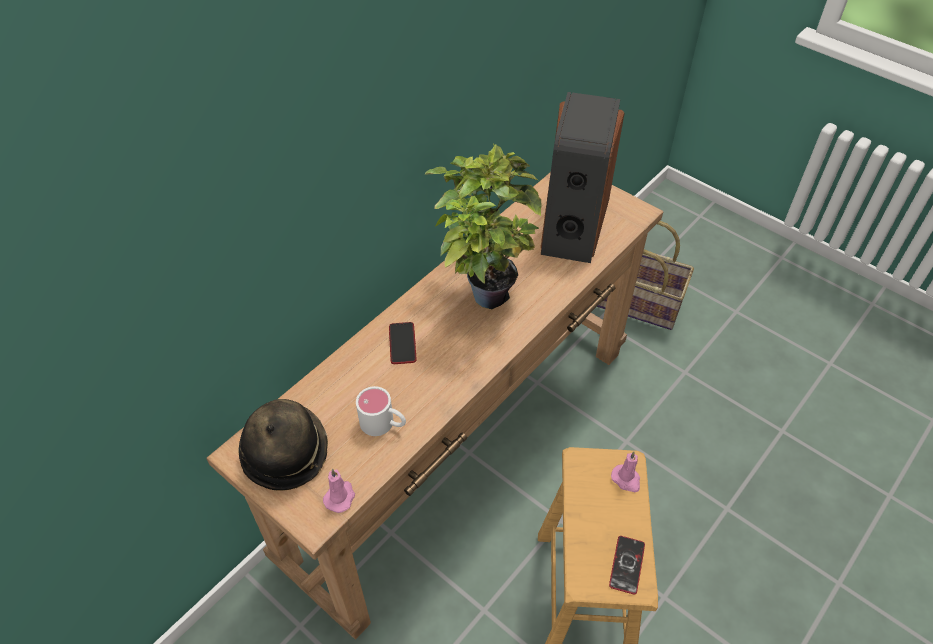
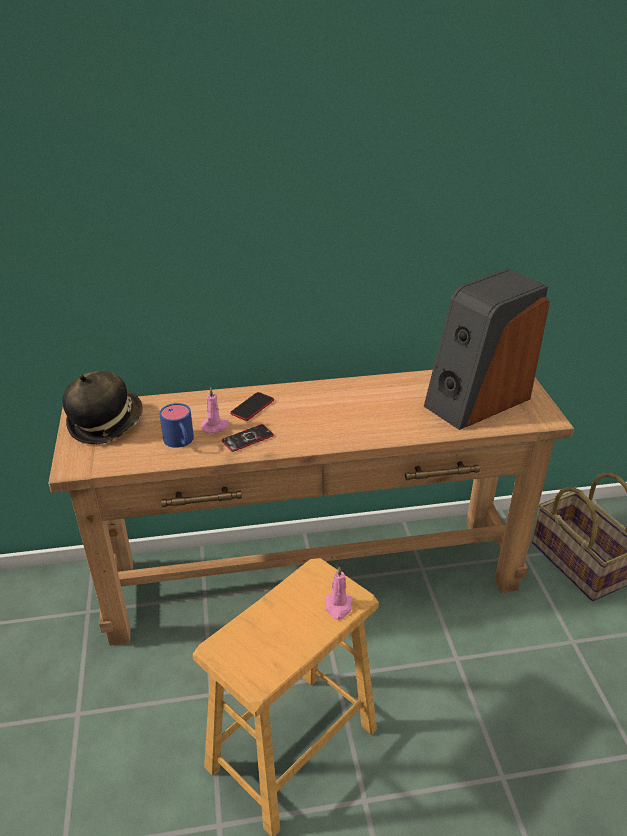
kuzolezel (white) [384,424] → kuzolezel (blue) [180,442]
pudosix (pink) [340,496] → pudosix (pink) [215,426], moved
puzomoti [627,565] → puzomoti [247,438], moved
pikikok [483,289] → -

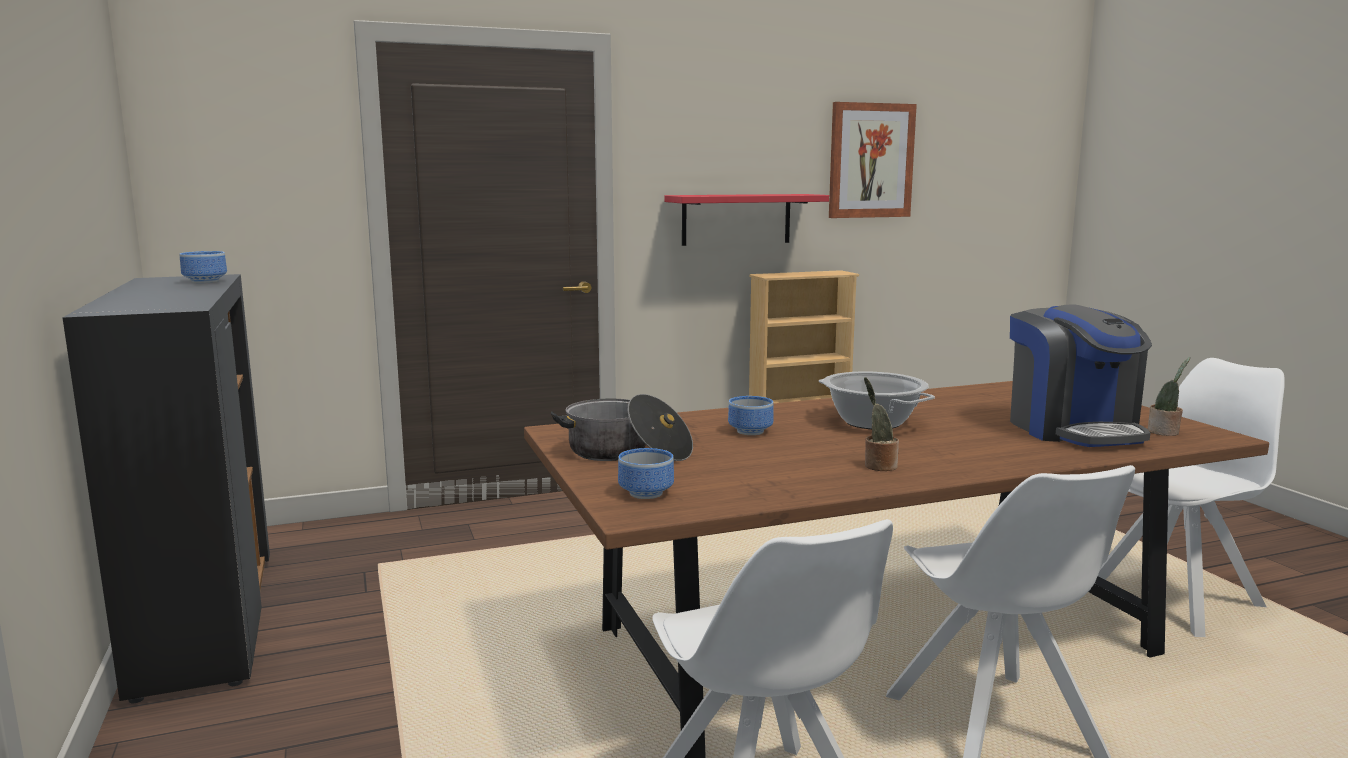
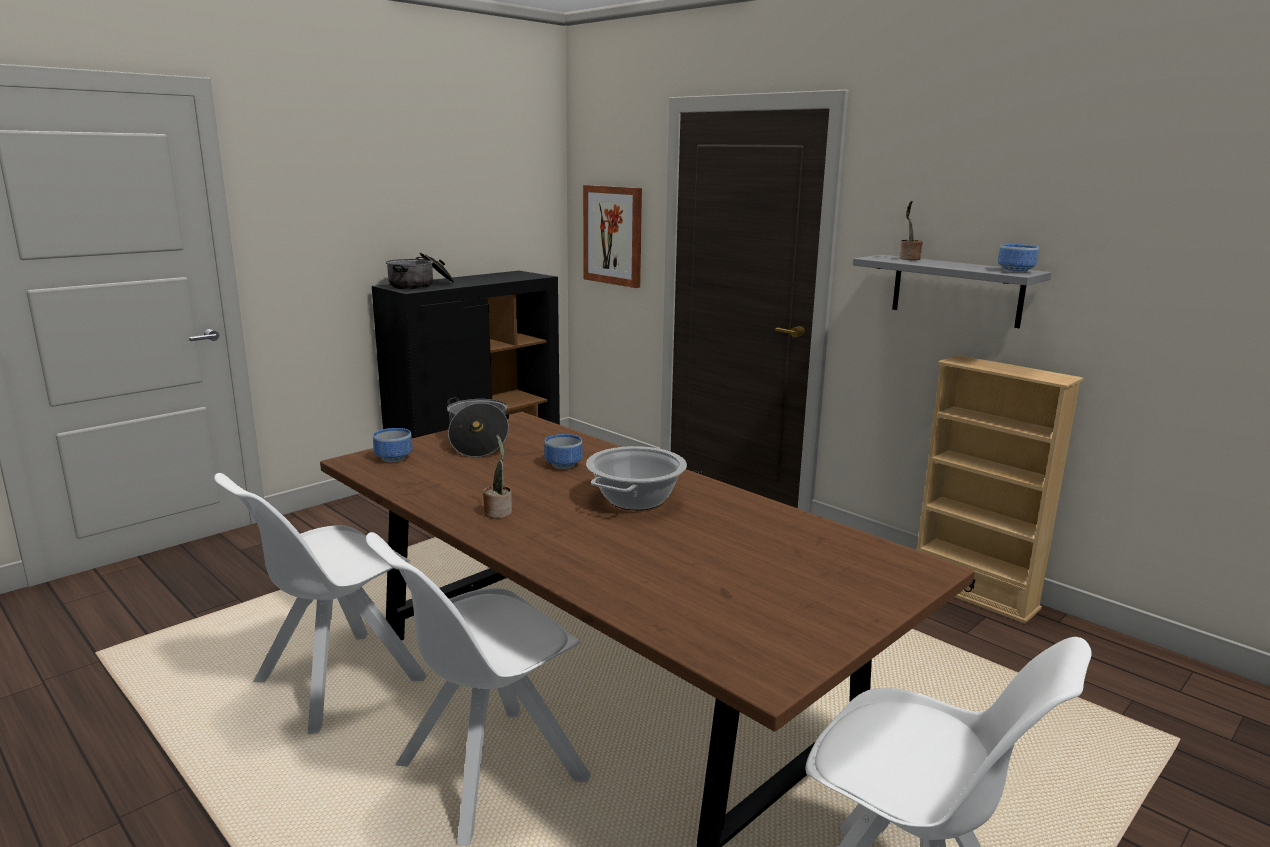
- → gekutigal [421,285]
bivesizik [870,161] → bivesizik [613,235], moved
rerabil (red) [736,219] → rerabil (grey) [956,290]
pikikok [1165,432] → pikikok [908,259], moved
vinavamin [205,281] → vinavamin [1016,271], moved
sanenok [1073,429] → -

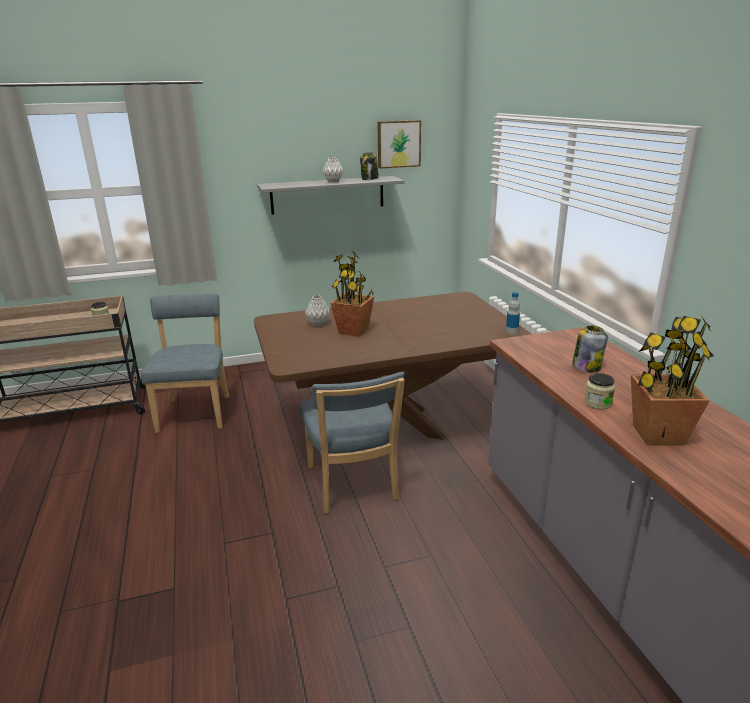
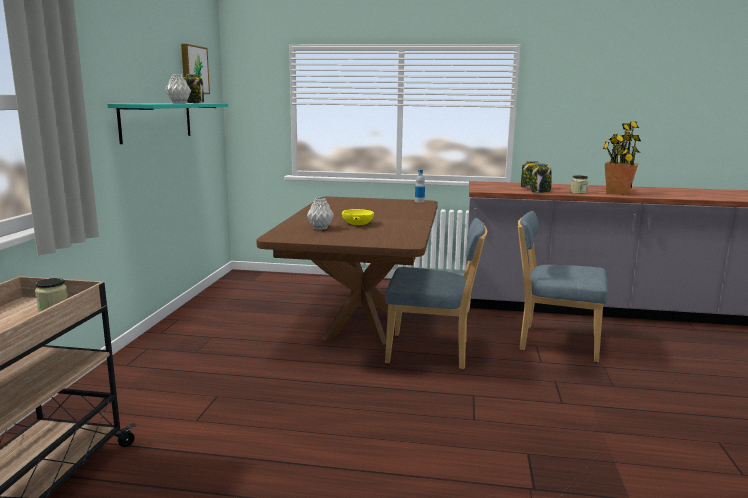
rerabil (grey) [327,195] → rerabil (turquoise) [157,121]
pikikok [354,331] → vinavamin (yellow) [357,223]
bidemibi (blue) [196,412] → bidemibi (blue) [554,342], moved
- → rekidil [540,192]

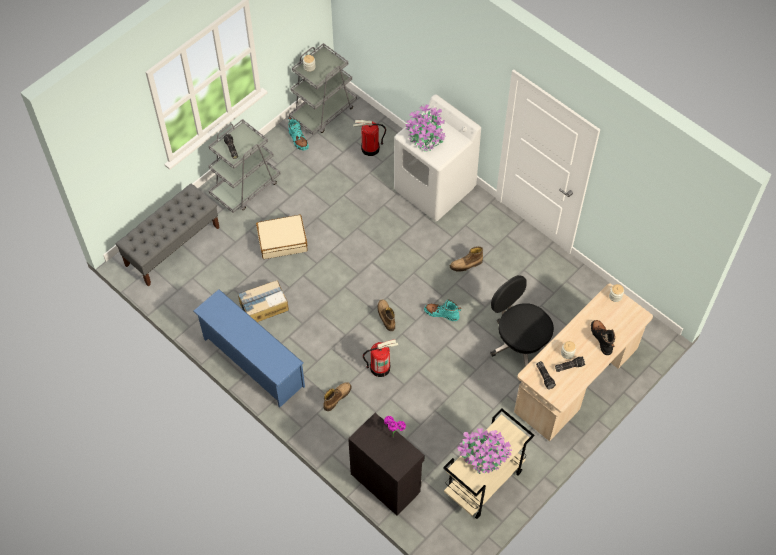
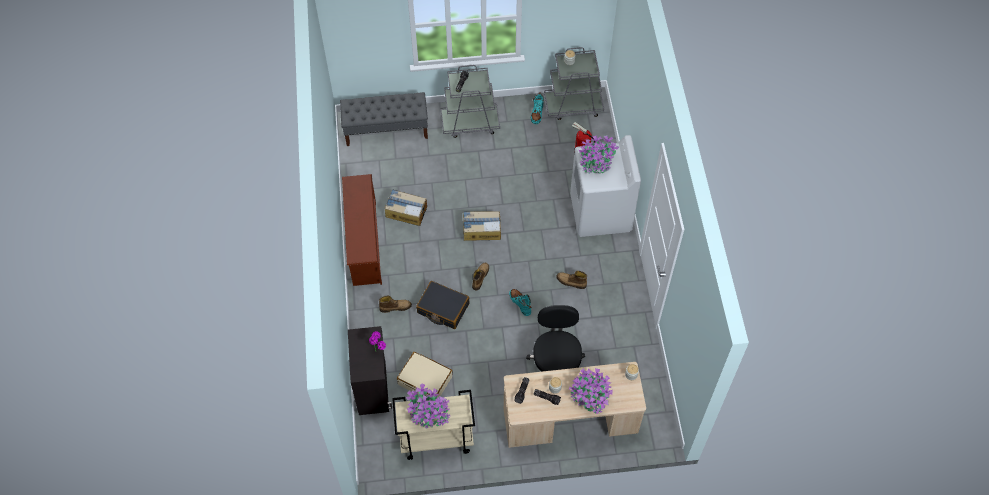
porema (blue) [252,362] → porema (brown) [363,243]
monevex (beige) [282,241] → monevex (beige) [425,380], moved
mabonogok [380,367] → monevex (black) [443,308]
- → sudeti [481,229]
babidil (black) [601,339] → pikikok [590,396]

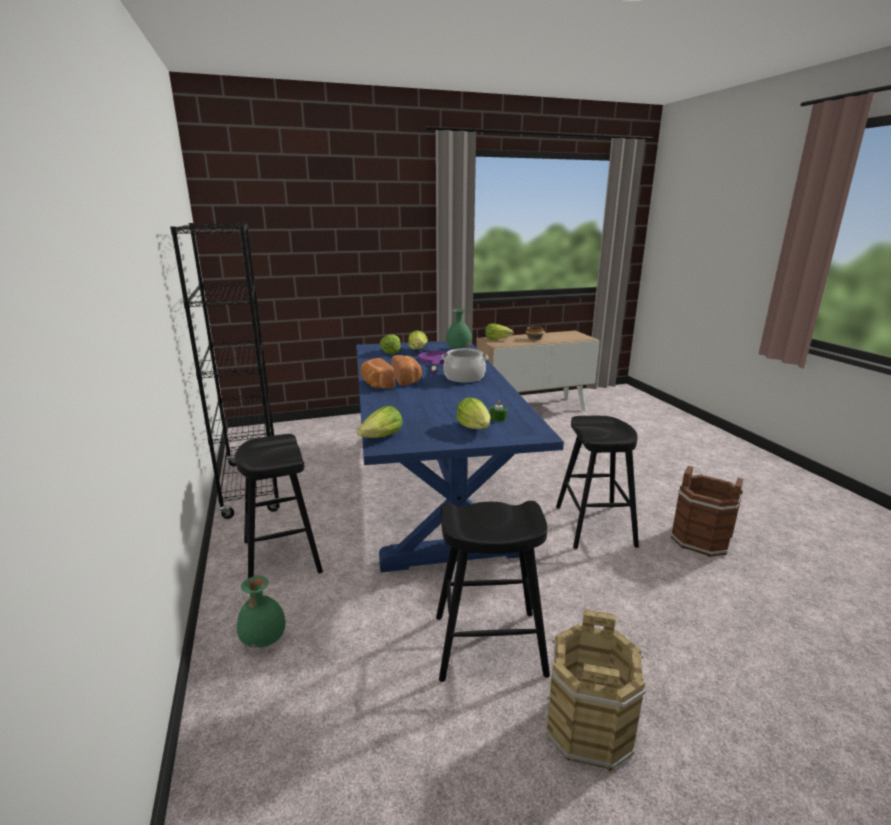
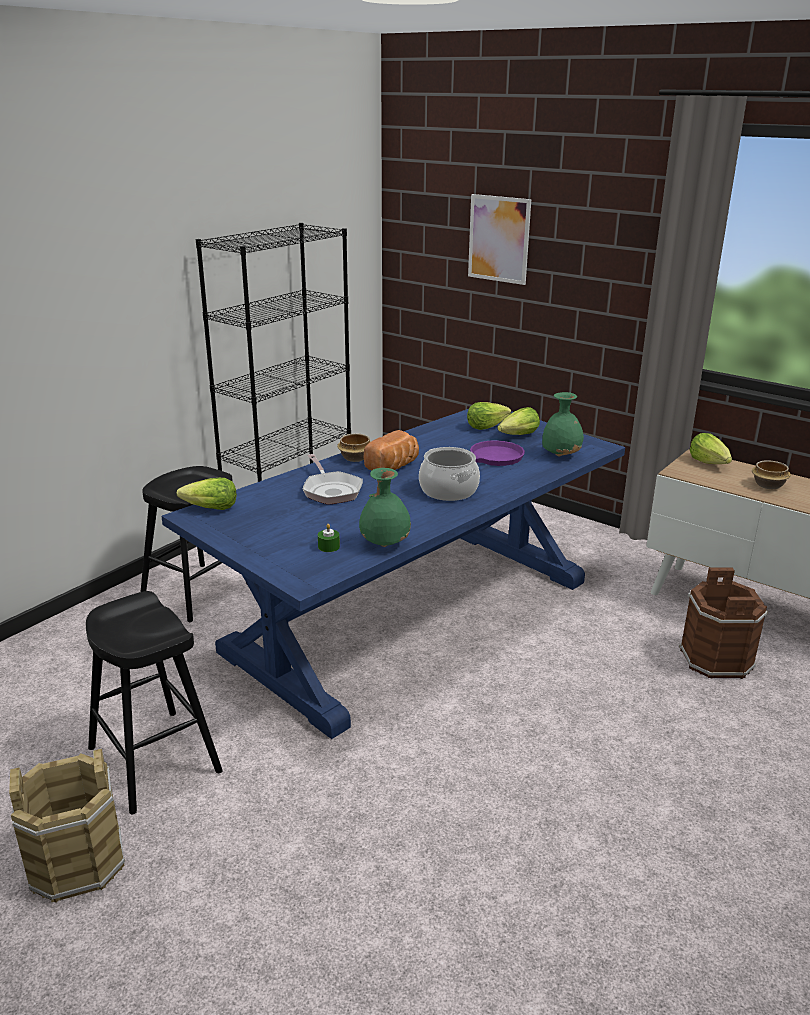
- → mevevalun [331,490]
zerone [376,384] → vinavamin [356,458]
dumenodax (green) [263,640] → dumenodax (green) [384,544], moved
- → bivesizik [499,239]
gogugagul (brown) [700,539] → gogugagul (brown) [715,659], moved
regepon [475,427] → -
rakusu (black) [594,526] → -

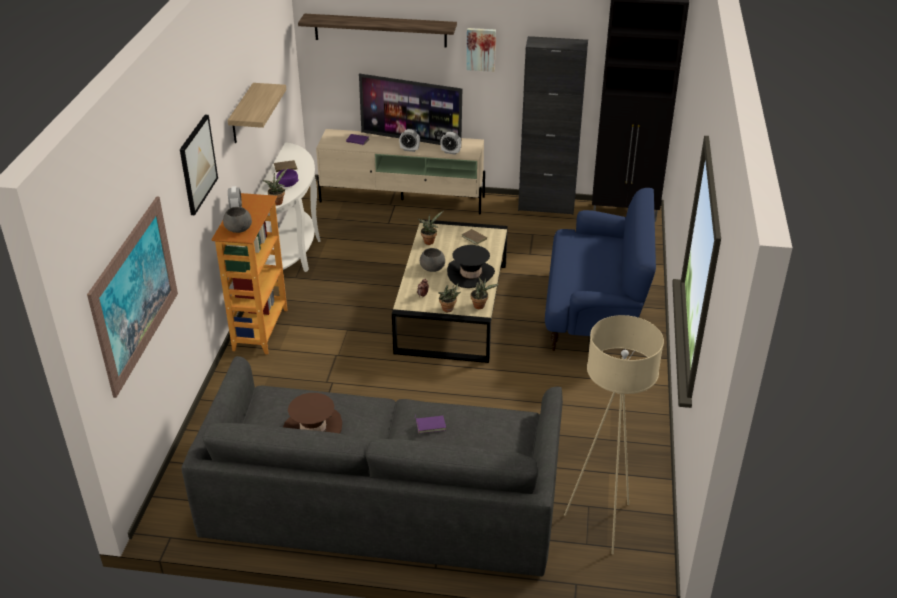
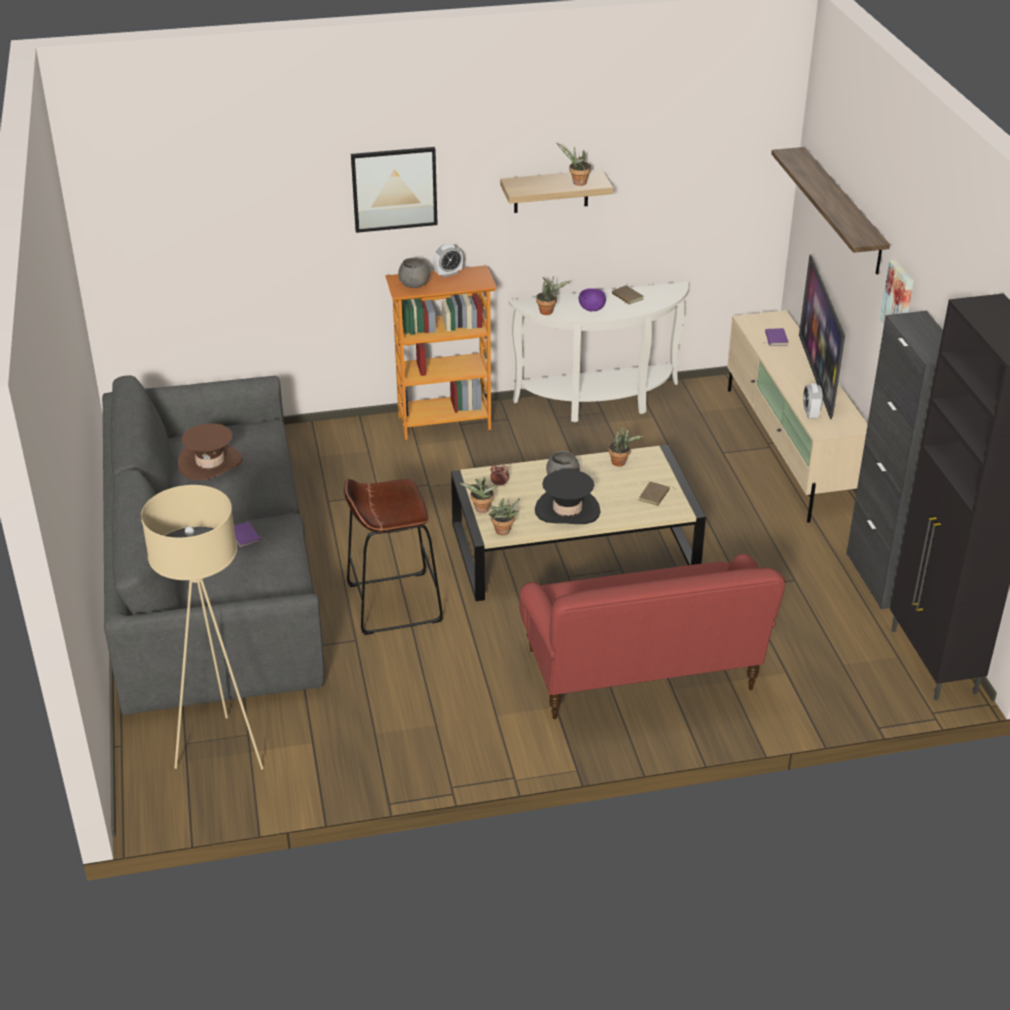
- → rakusu (brown) [394,603]
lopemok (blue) [594,312] → lopemok (red) [641,673]
- → pikikok [577,183]
bivesizik [135,293] → -
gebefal [409,149] → -

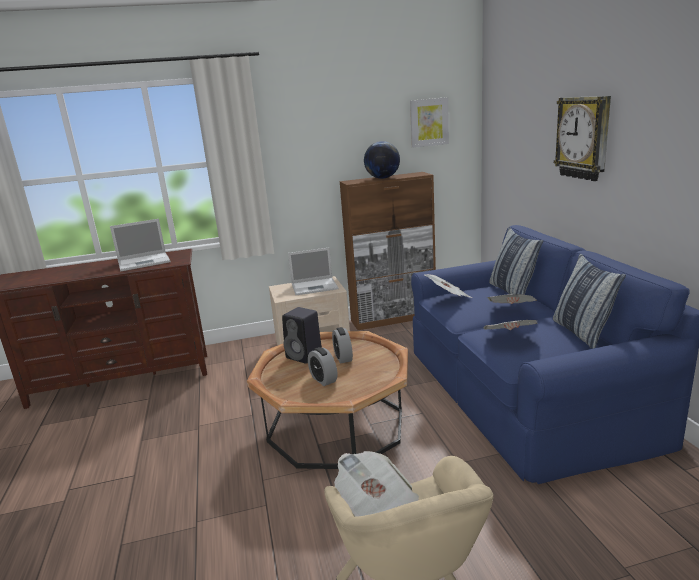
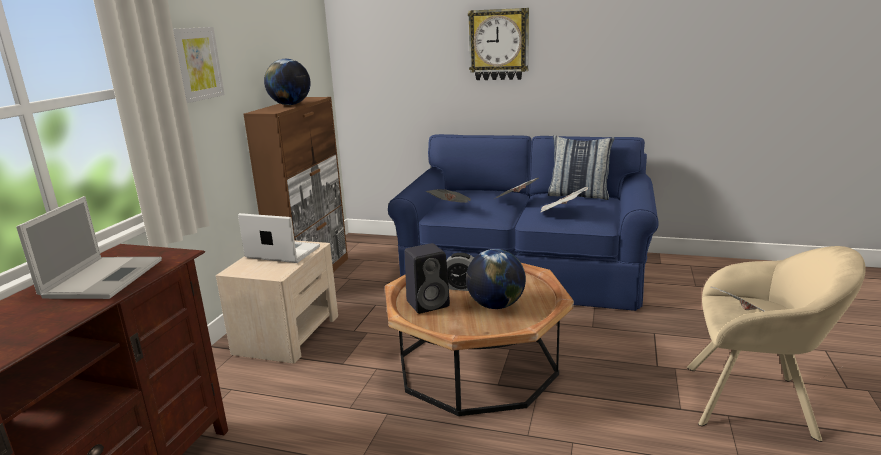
bivesizik [429,122] → bivesizik [196,64], moved
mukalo [315,286] → mukalo [282,252], 90 degrees counterclockwise
gebefal [323,379] → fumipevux [496,305]
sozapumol [512,291] → -

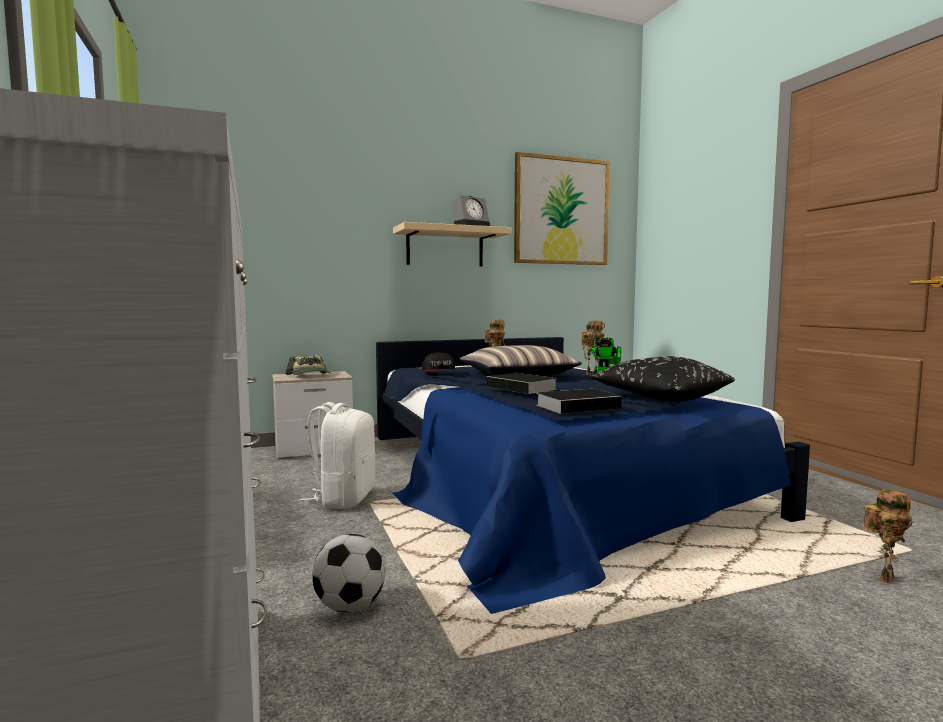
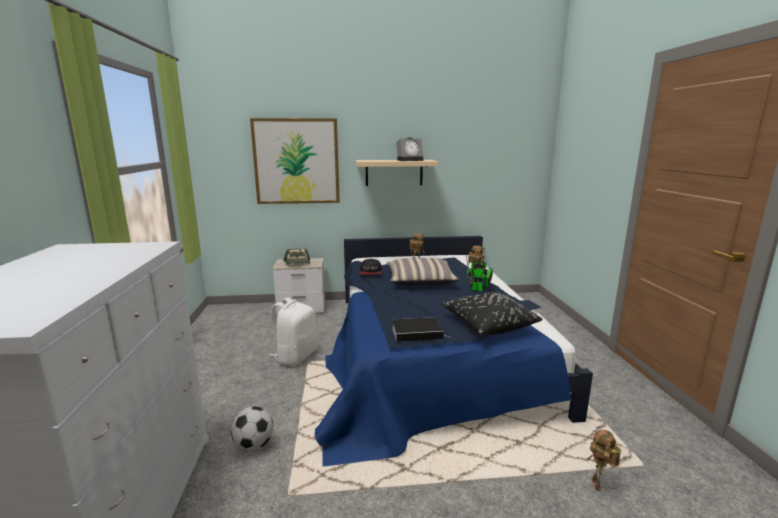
bivesizik [561,211] → bivesizik [296,161], moved
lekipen [884,578] → lekipen [598,486], 120 degrees clockwise
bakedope [523,388] → -

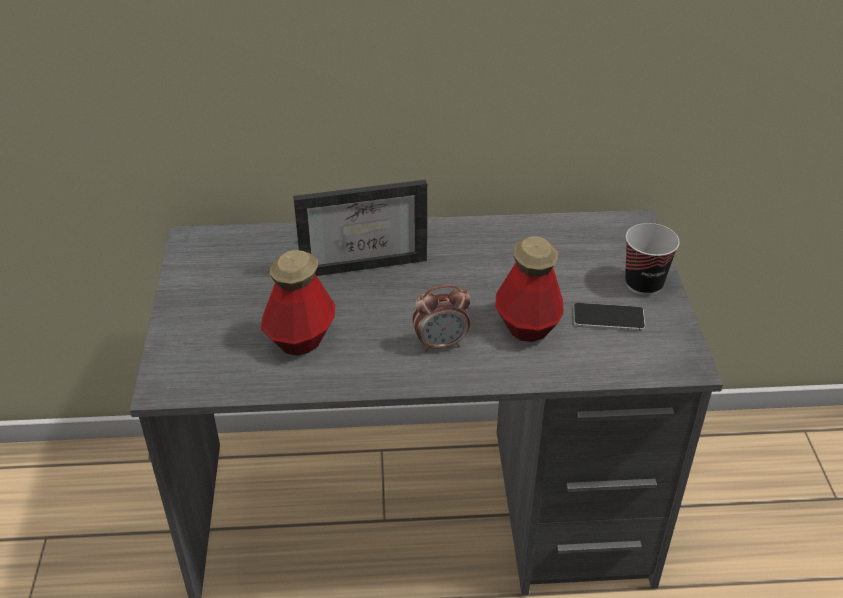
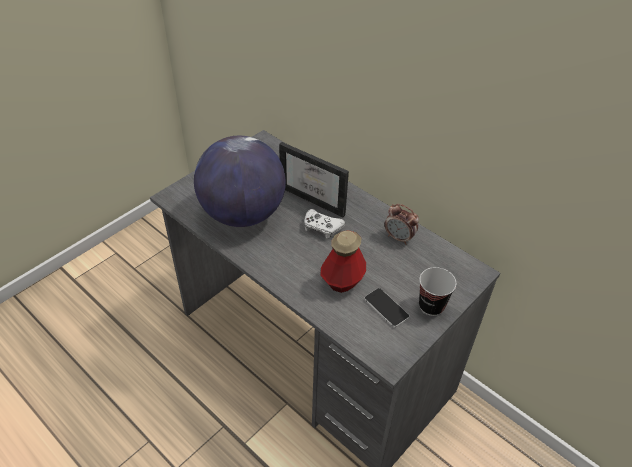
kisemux [300,339] → fumipevux [242,214]
- → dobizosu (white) [322,227]
gebefal [441,344] → gebefal [399,238], moved

